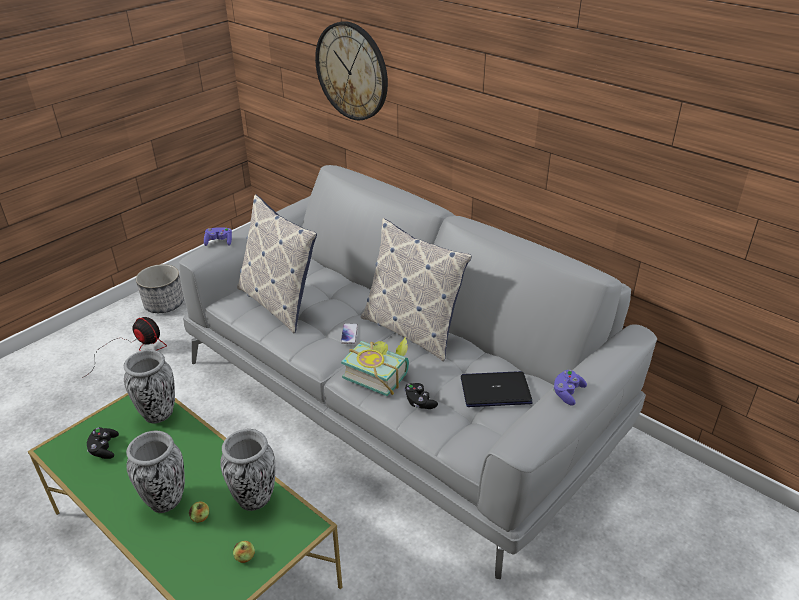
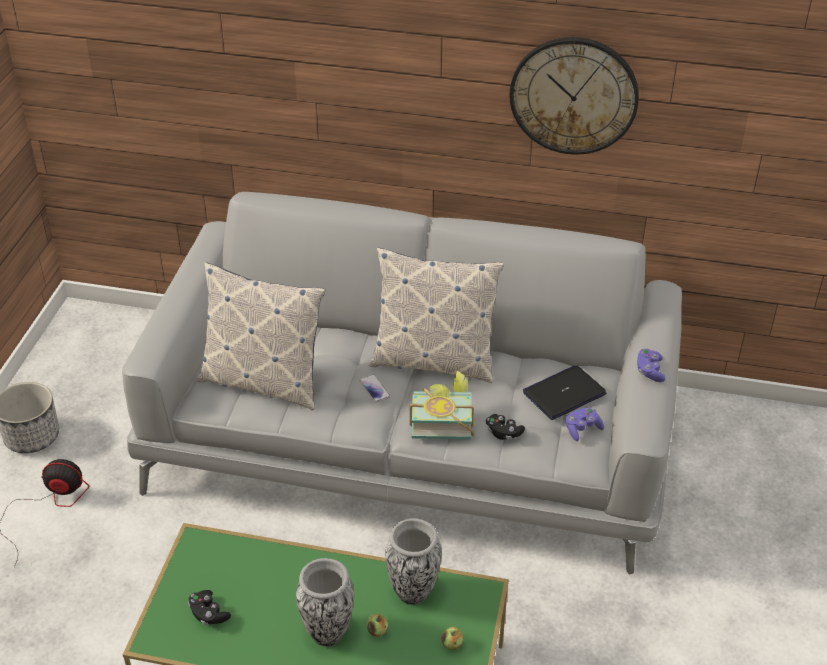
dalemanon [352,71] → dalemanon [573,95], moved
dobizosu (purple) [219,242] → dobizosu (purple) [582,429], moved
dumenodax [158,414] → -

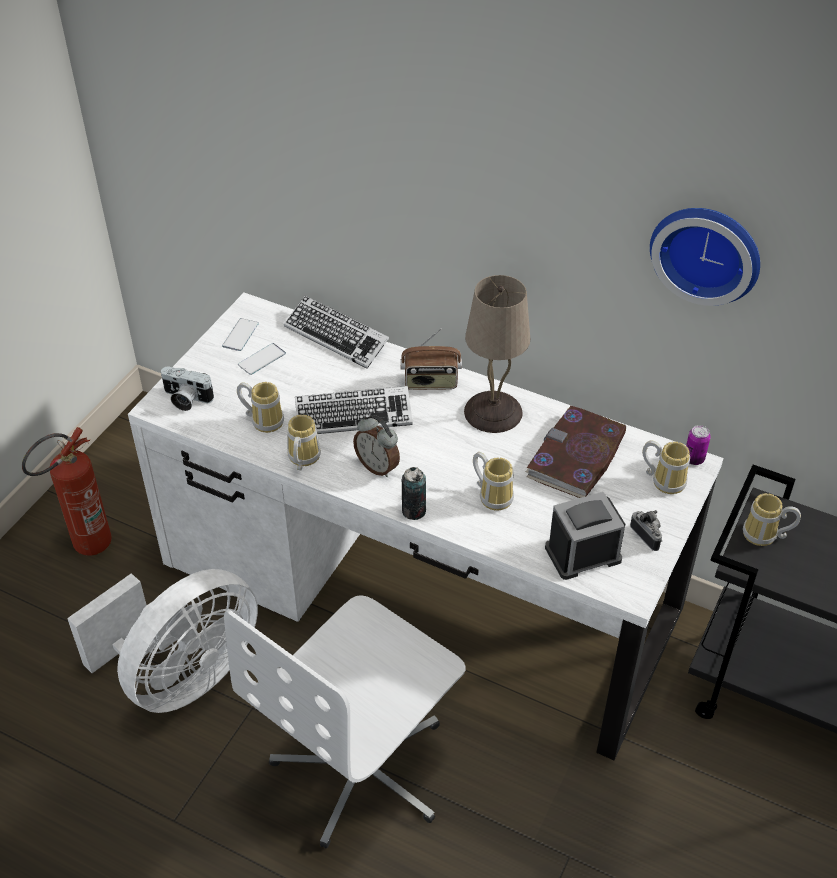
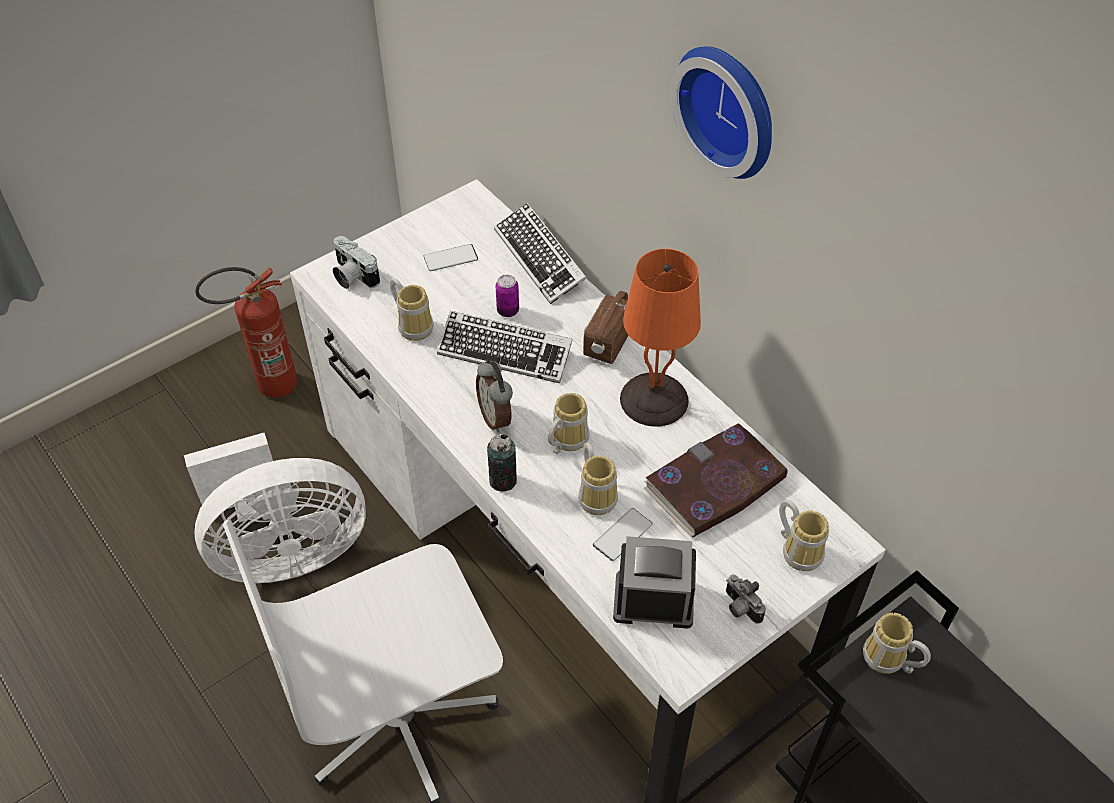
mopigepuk [694,459] → mopigepuk [508,311], moved
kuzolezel [301,459] → kuzolezel [565,440], moved
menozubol [431,382] → menozubol [607,342], 90 degrees clockwise
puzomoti [240,335] → puzomoti [622,535], moved
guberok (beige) [494,411] → guberok (orange) [655,399]
dalemanon [707,251] → dalemanon [731,108], moved
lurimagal [648,535] → lurimagal [740,608], 150 degrees clockwise

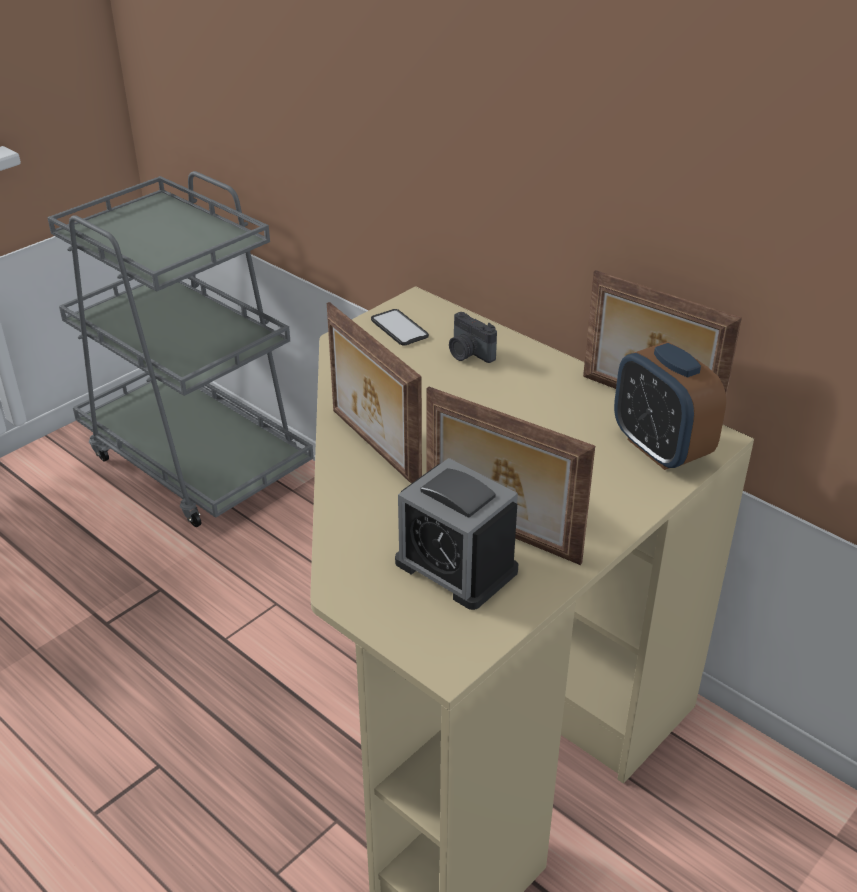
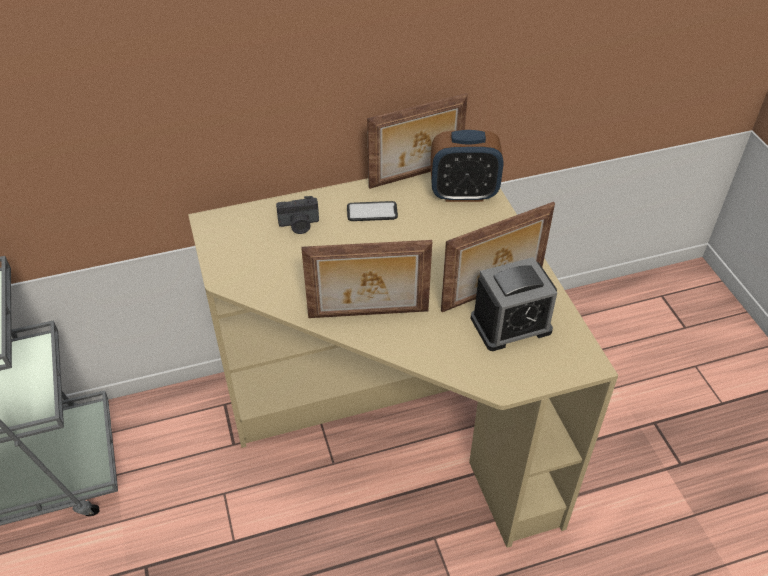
puzomoti [399,328] → puzomoti [372,212], moved

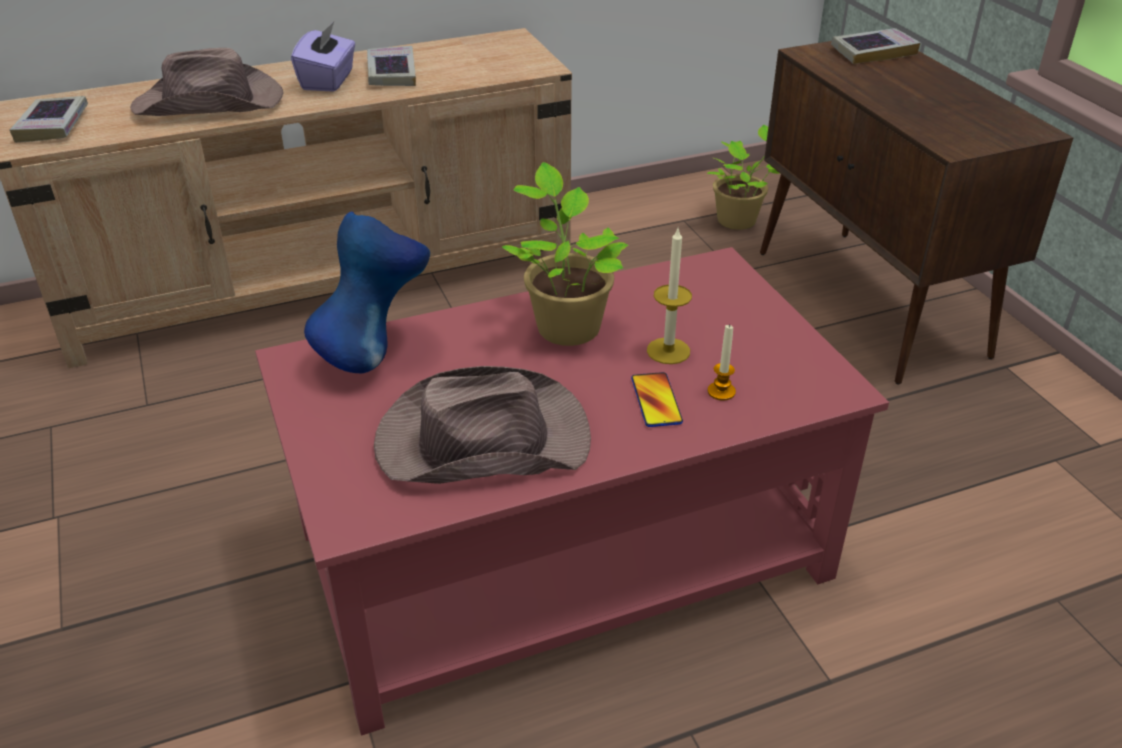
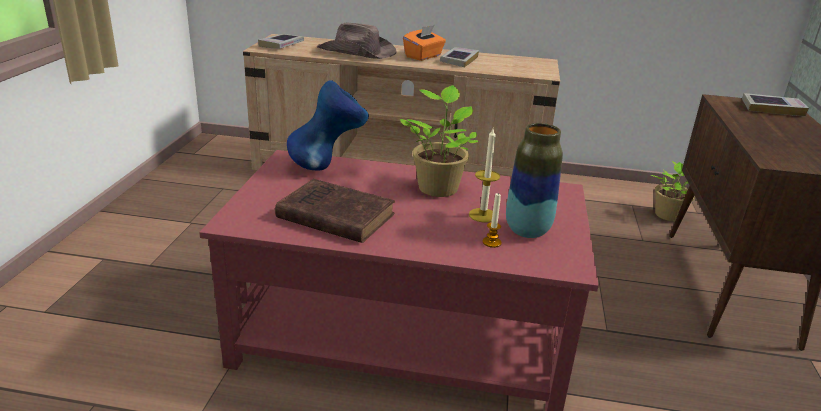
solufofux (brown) [480,440] → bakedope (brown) [333,216]
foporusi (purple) [328,80] → foporusi (orange) [423,56]
- → dumenodax [527,231]
puzomoti [656,401] → -

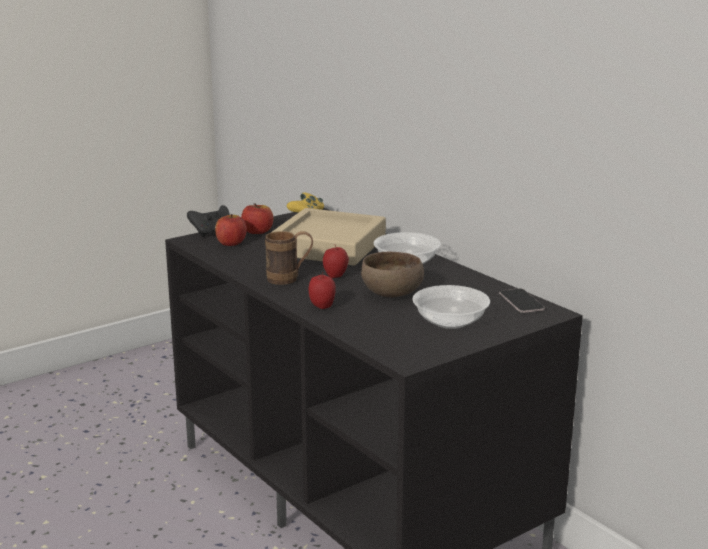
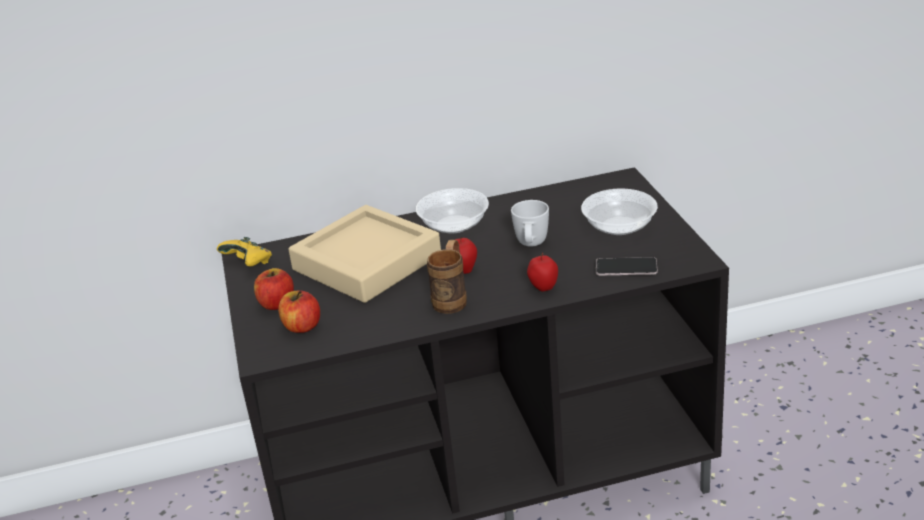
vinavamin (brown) [391,293] → kuzolezel (white) [531,245]
puzomoti [521,301] → puzomoti [626,267], moved
dobizosu (black) [211,233] → -

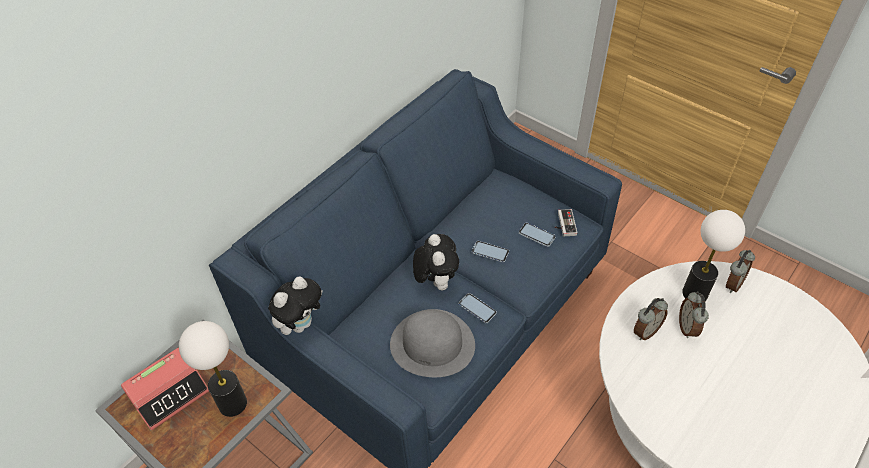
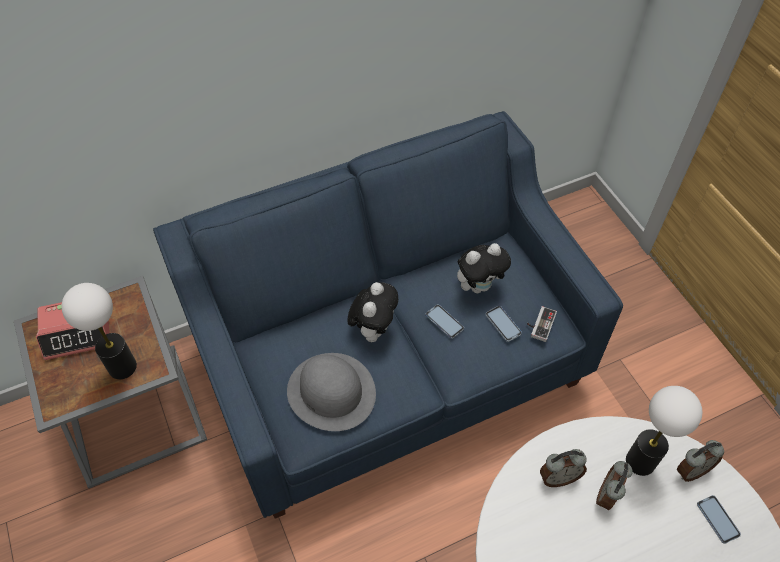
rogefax [301,323] → rogefax [479,286], moved
puzomoti [477,308] → puzomoti [718,519], moved

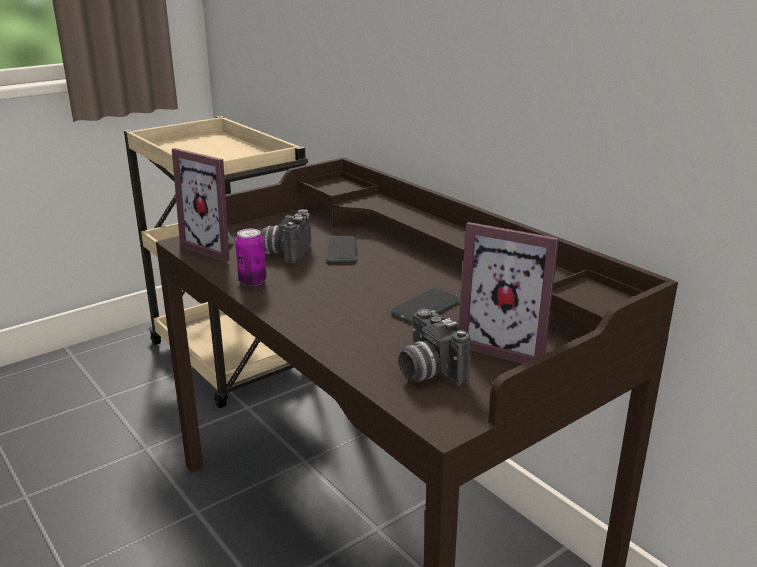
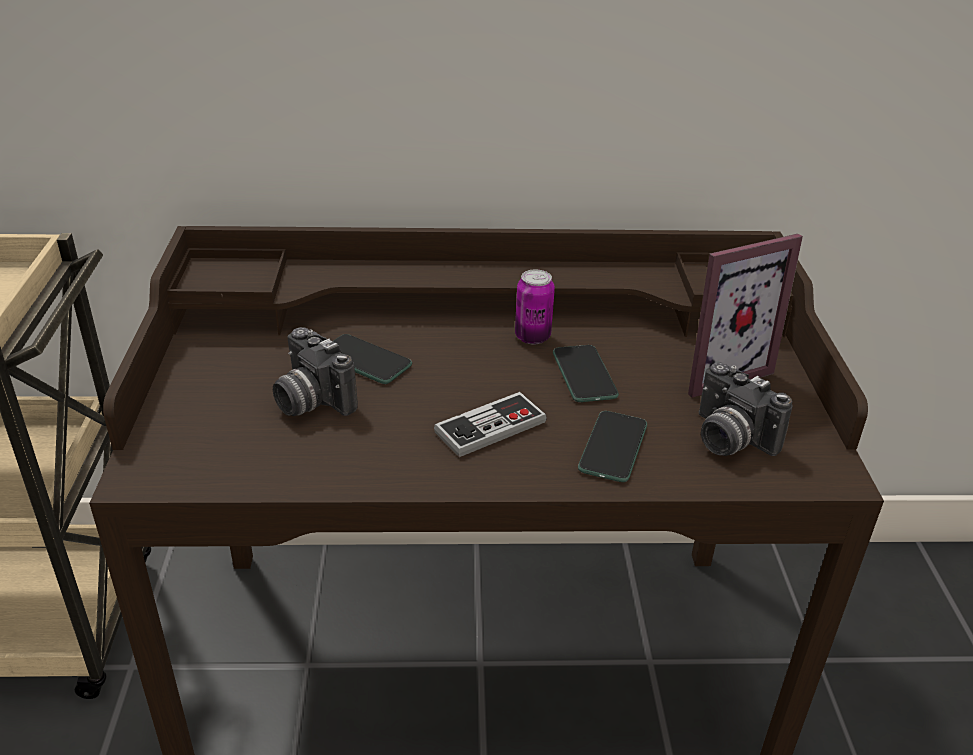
- → dobizosu [490,427]
mopigepuk [252,281] → mopigepuk [532,337], moved
- → puzomoti [613,447]
lurimagal [427,372] → lurimagal [727,439], 45 degrees clockwise
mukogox [217,247] → -

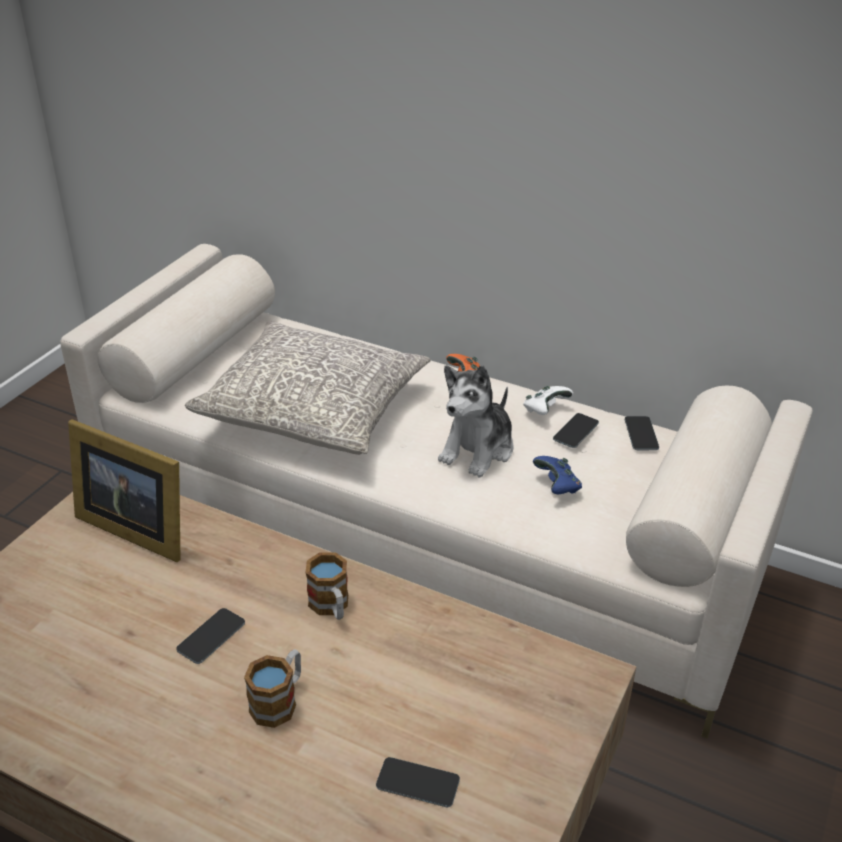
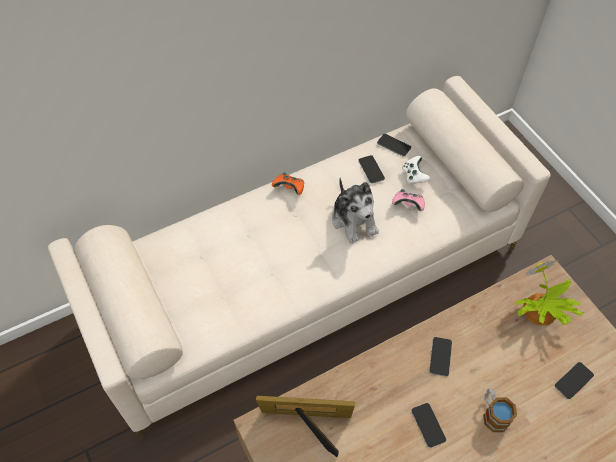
mukogox [134,526] → mukogox [308,425], 150 degrees counterclockwise
dobizosu (blue) [557,486] → dobizosu (pink) [408,205]
dobizosu (white) [545,410] → dobizosu (white) [414,176], moved
kuzolezel [331,607] → puzomoti [440,356]
- → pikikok [539,312]
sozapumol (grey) [314,408] → -

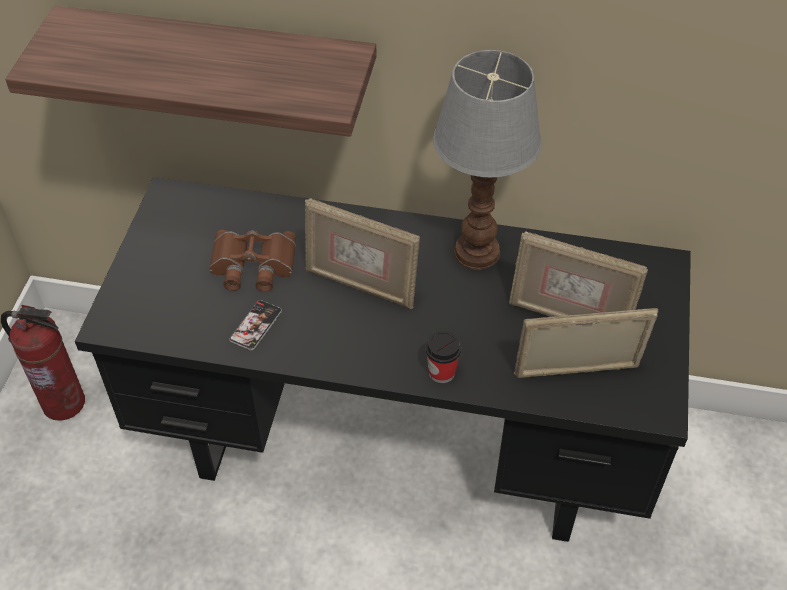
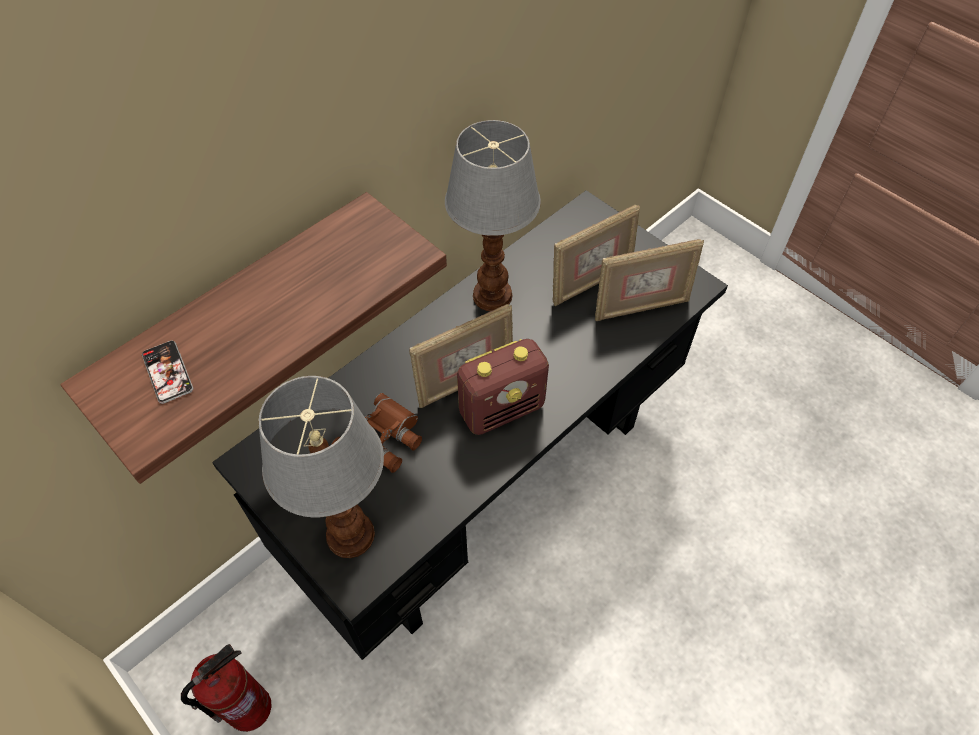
puzomoti [256,325] → puzomoti [167,372], moved
- → guberok [349,536]
- → menozubol [502,409]
mukogox [577,374] → mukogox [640,307], 135 degrees counterclockwise
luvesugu [441,372] → -

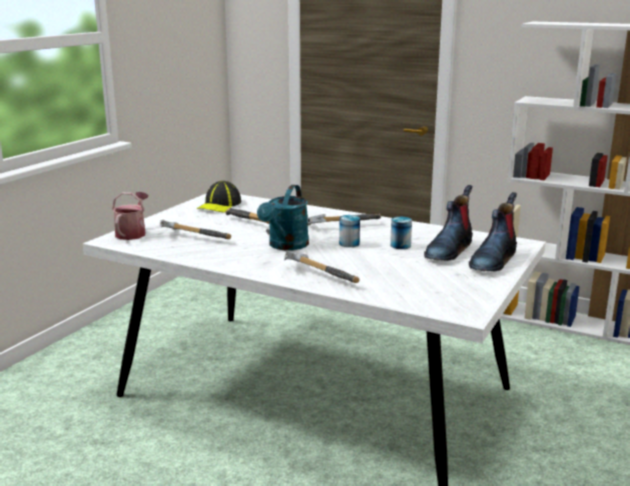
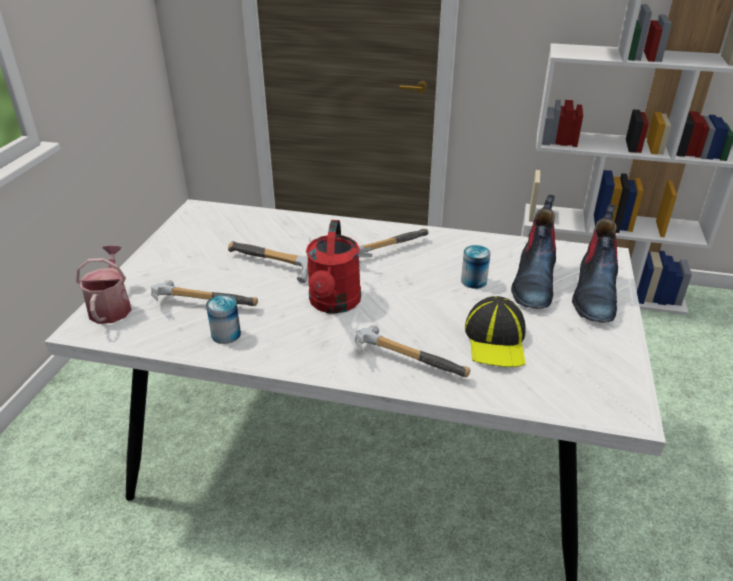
mopigepuk [349,243] → mopigepuk [226,334], moved
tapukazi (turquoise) [286,246] → tapukazi (red) [334,304]
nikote [219,205] → nikote [496,340], moved

